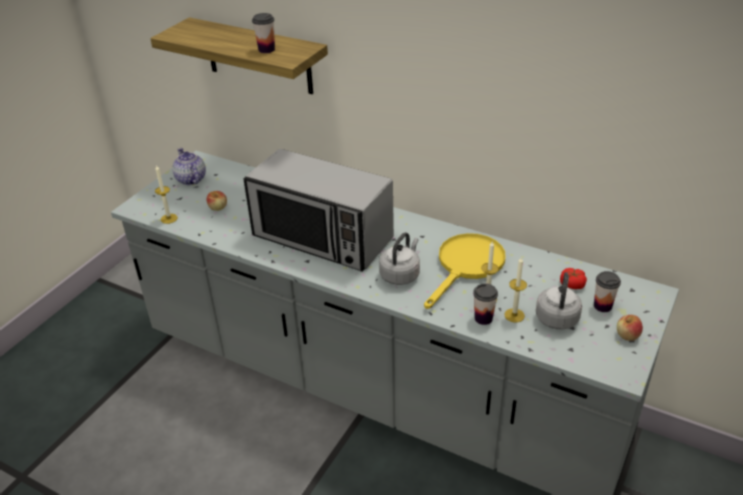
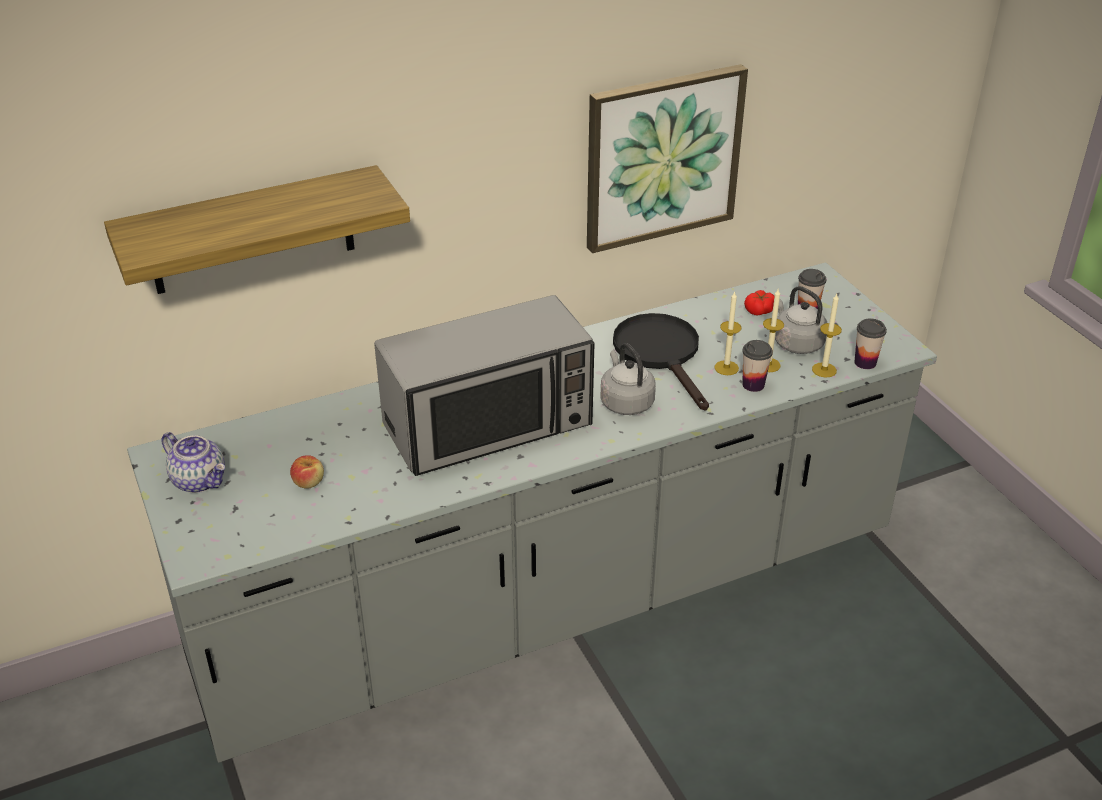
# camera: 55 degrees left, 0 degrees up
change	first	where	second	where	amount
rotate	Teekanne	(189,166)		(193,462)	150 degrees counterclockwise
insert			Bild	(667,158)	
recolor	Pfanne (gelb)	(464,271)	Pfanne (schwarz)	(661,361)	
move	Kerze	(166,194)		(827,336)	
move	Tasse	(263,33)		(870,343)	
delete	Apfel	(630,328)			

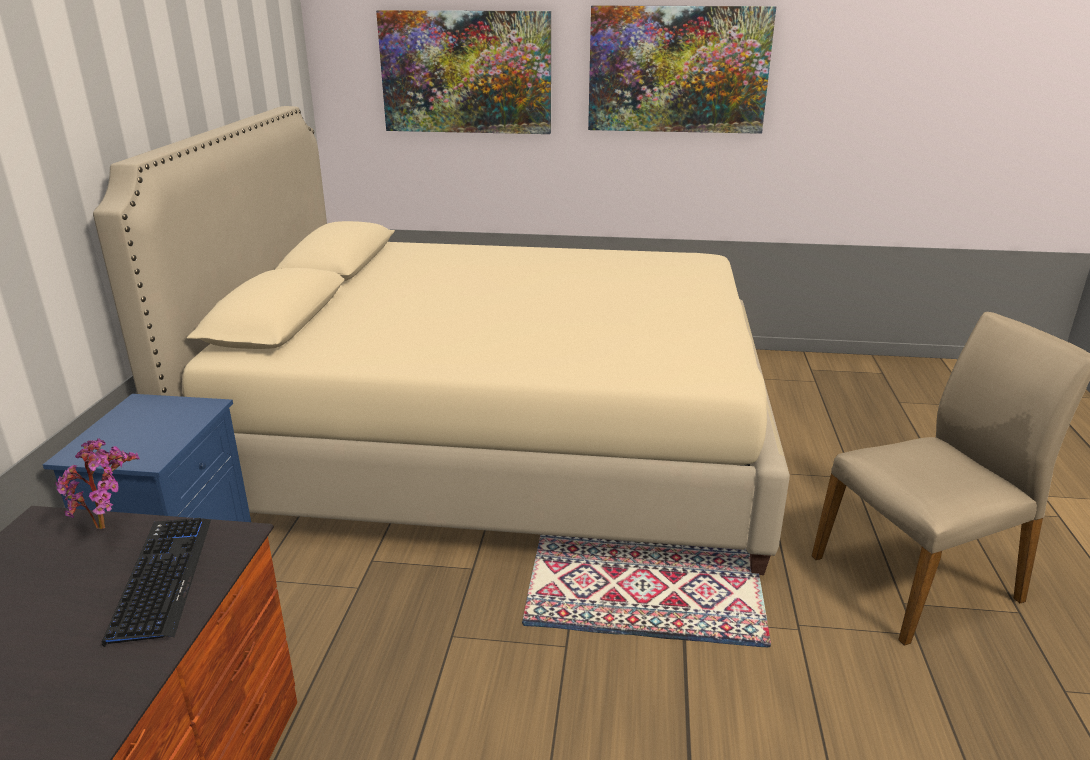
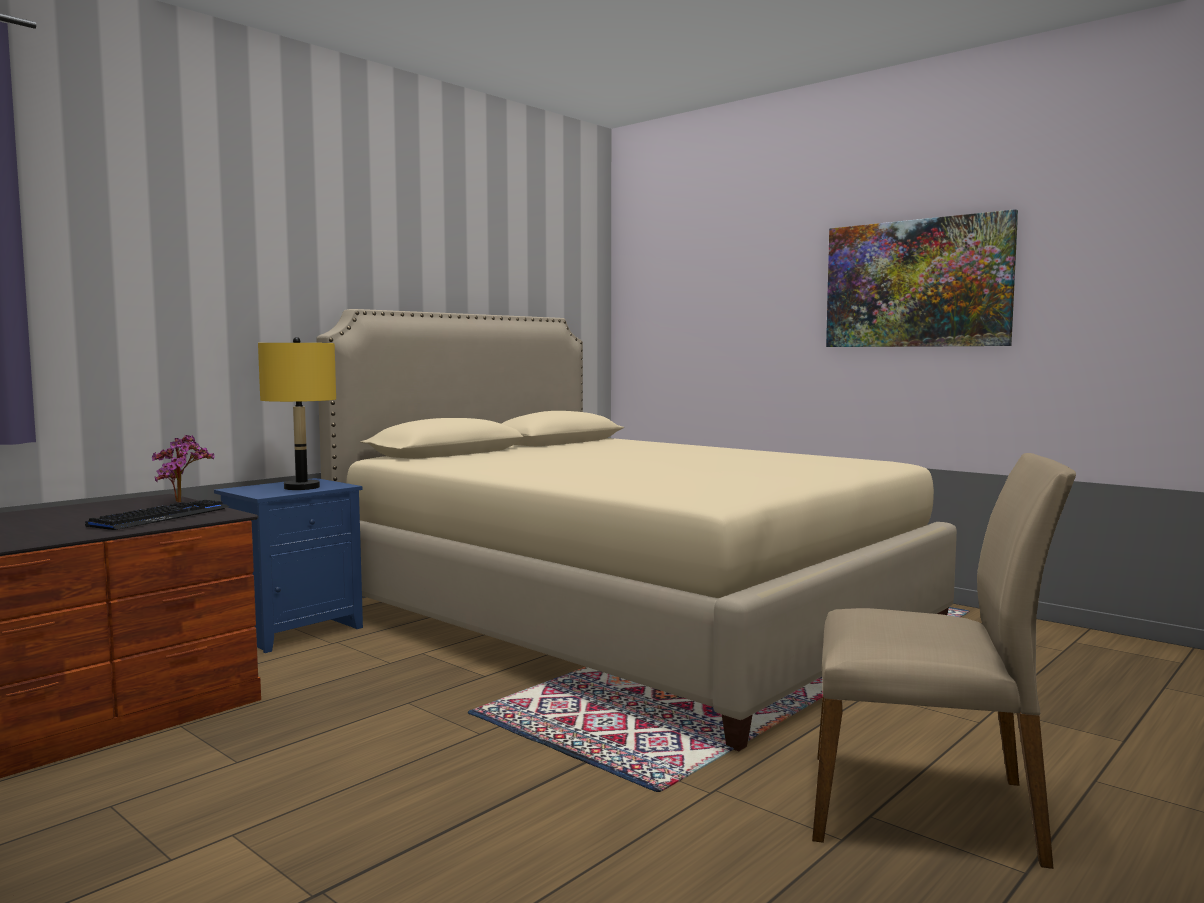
# camera: 35 degrees right, 20 degrees down
change	first	where	second	where	amount
insert			Tischlampe (gelb)	(297,413)	
delete	Bild	(463,72)			

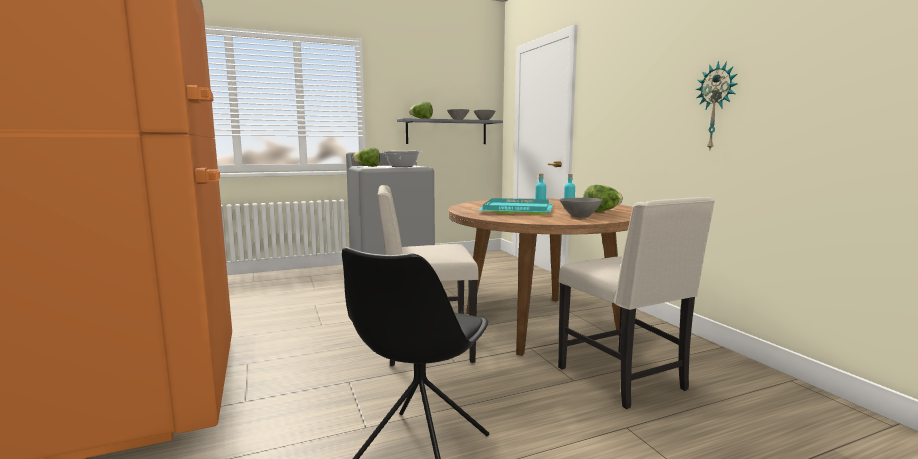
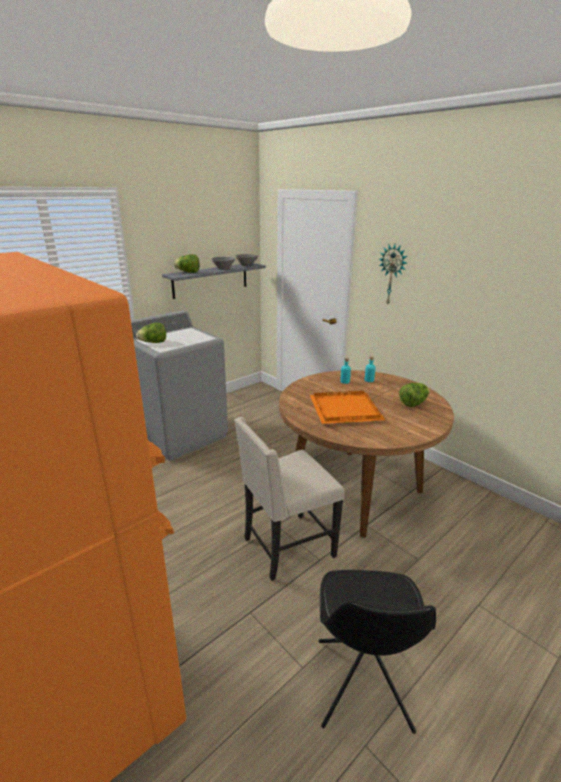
# camera: 20 degrees left, 15 degrees up
change	first	where	second	where	amount
recolor	Tablett (türkis)	(516,206)	Tablett (orange)	(347,407)	
move	Wanduhr	(716,105)		(393,275)	
delete	Kochtopf	(401,159)			
delete	Stuhl (beige)	(636,303)			
delete	Schüssel (grau)	(581,207)			

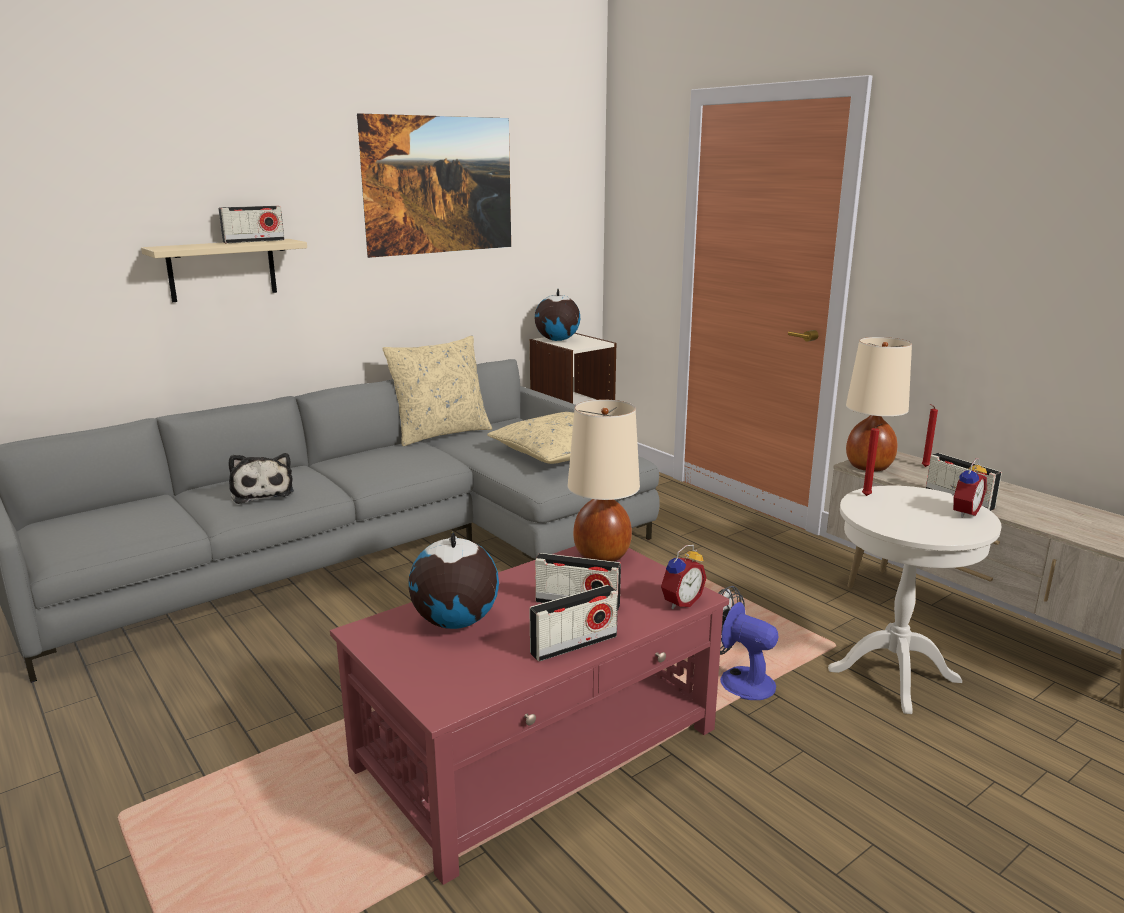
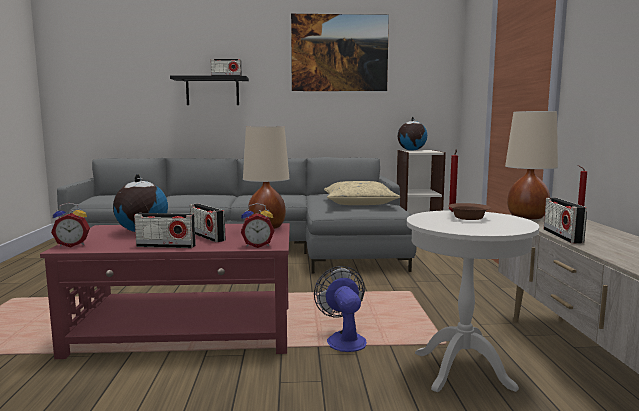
# camera: 35 degrees right, 10 degrees down
change	first	where	second	where	amount
move	Wecker	(969,488)		(70,225)	
recolor	Wandregal (beige)	(224,270)	Wandregal (schwarz)	(209,90)	
insert			Schüssel (braun)	(469,211)	
delete	Plüschtier	(261,478)			
delete	Kissen (beige)	(437,390)			

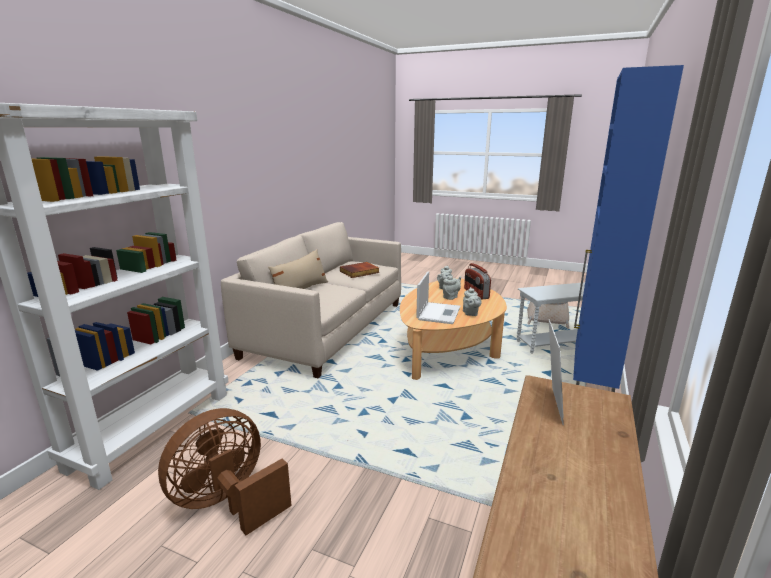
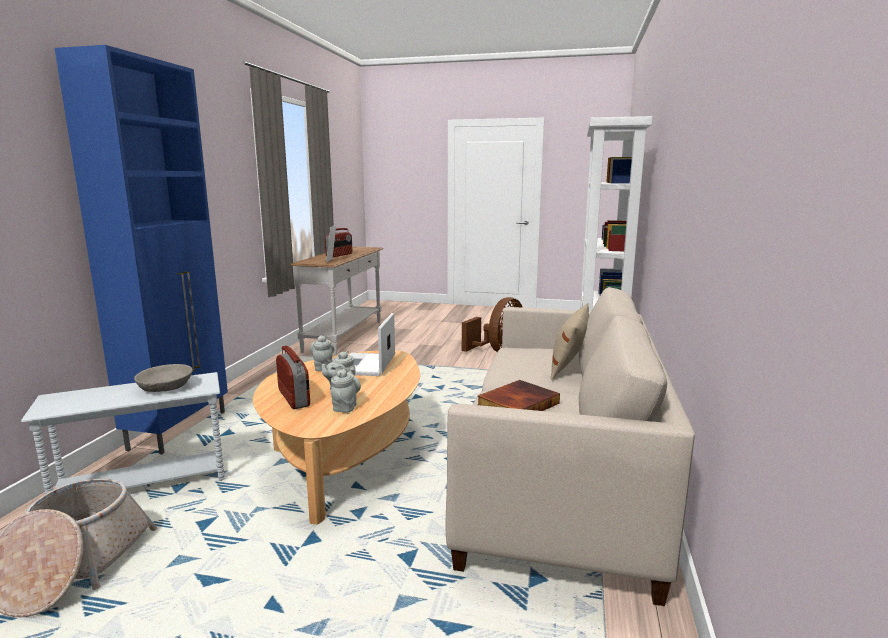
# camera: 170 degrees right, 5 degrees down
change	first	where	second	where	amount
insert			Schüssel (grau)	(163,378)	
insert			Radio	(338,242)	

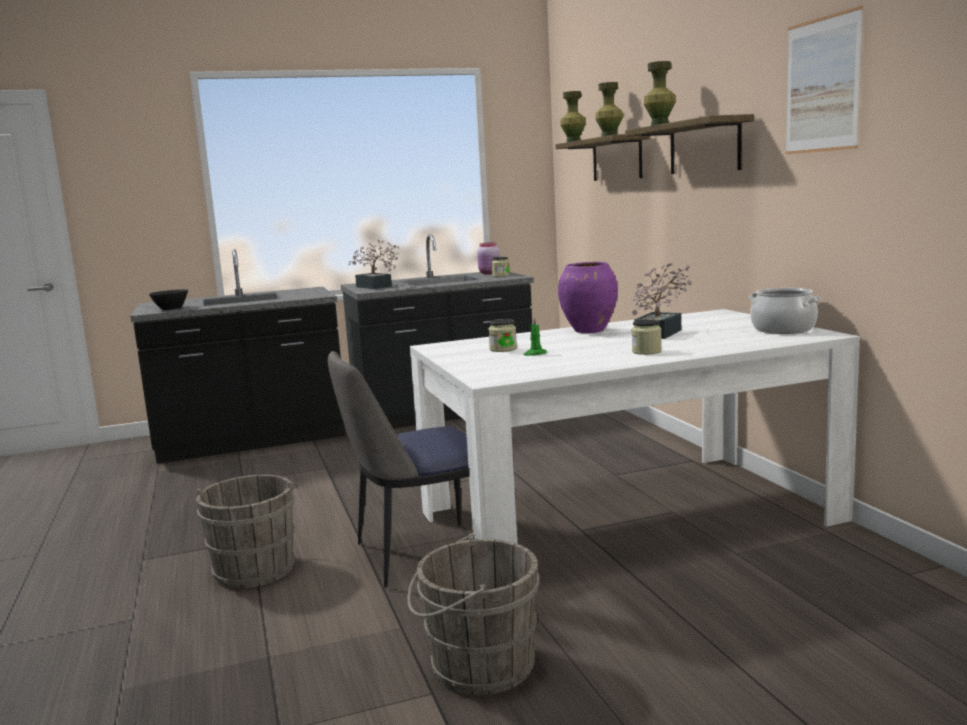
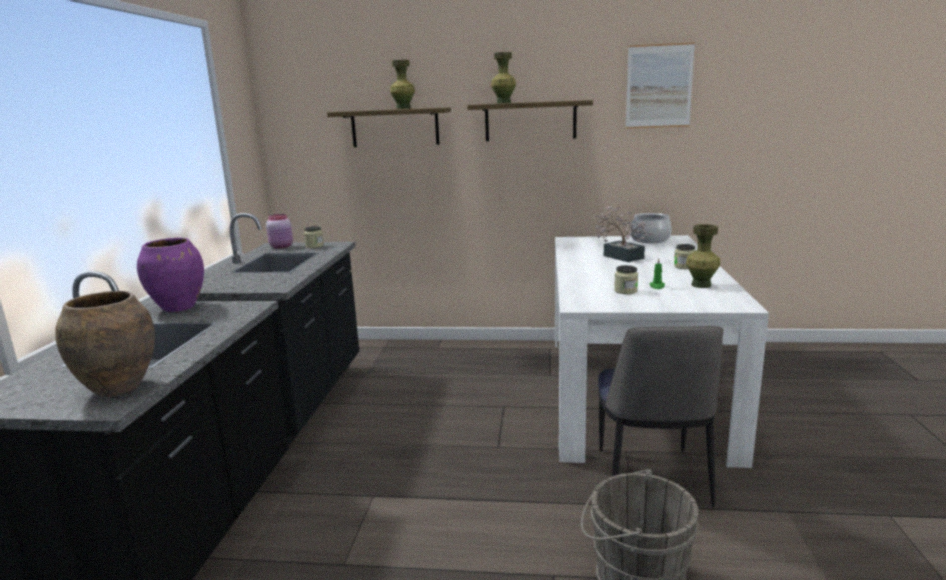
# camera: 65 degrees left, 5 degrees up
change	first	where	second	where	amount
replace	Schüssel (schwarz)	(168,299)	Vase (braun)	(105,344)	
move	Vase (lila)	(588,297)		(170,275)	
move	Vase (grün)	(573,116)		(703,256)	
delete	Topfpflanze	(373,264)			
delete	Eimer (grau)	(473,614)			

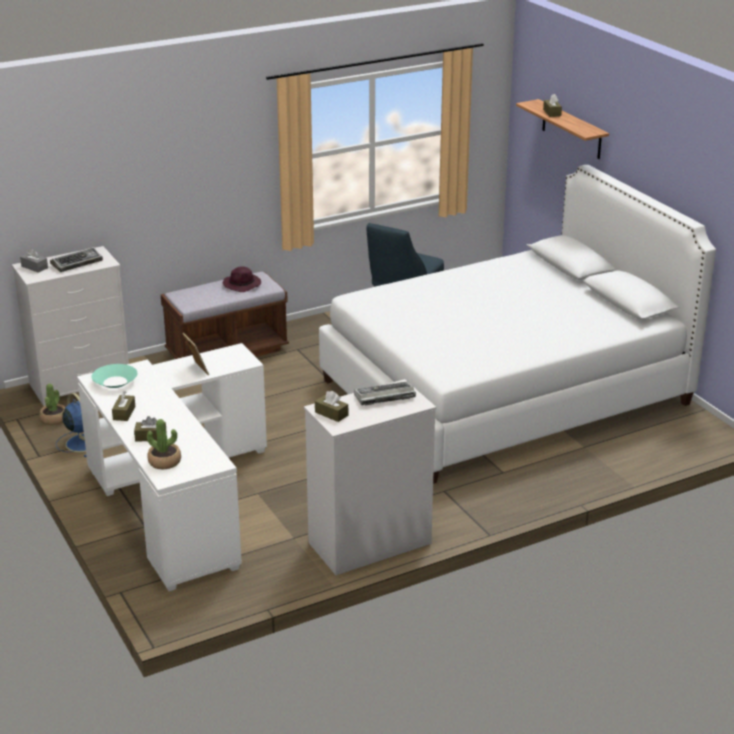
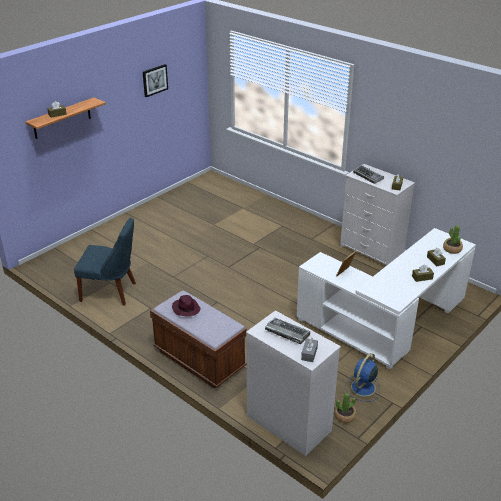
# camera: 110 degrees left, 5 degrees up
change	first	where	second	where	amount
insert			Bild	(155,80)	
delete	Schüssel (türkis)	(114,376)			
delete	Bett (weiß)	(517,324)			

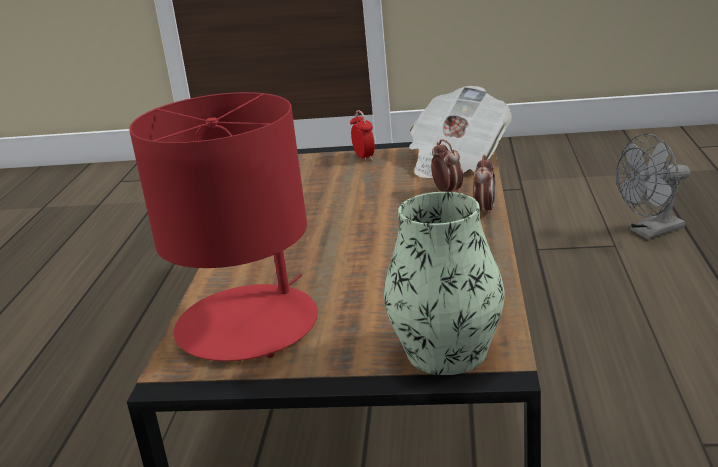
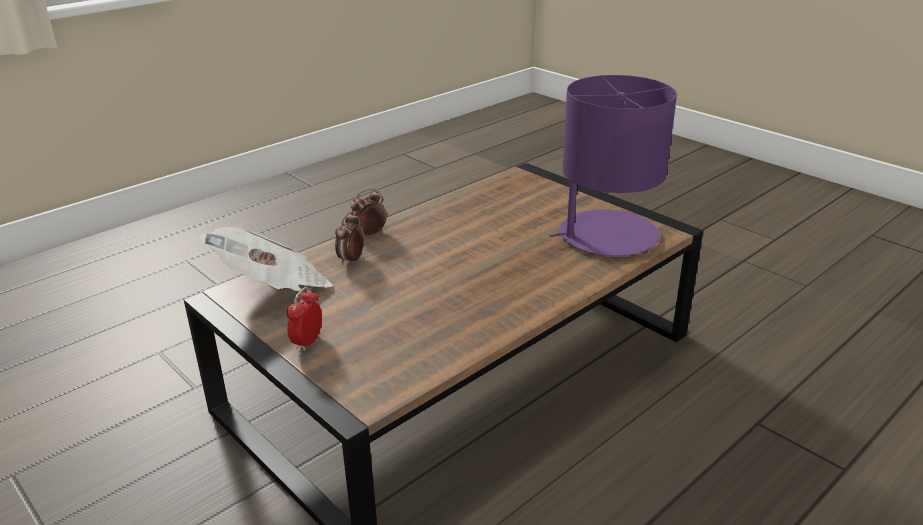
# camera: 140 degrees left, 5 degrees up
change	first	where	second	where	amount
recolor	Tischlampe (rot)	(223,226)	Tischlampe (lila)	(613,165)	
delete	Vase	(444,283)			
delete	Ventilator (grau)	(653,186)			

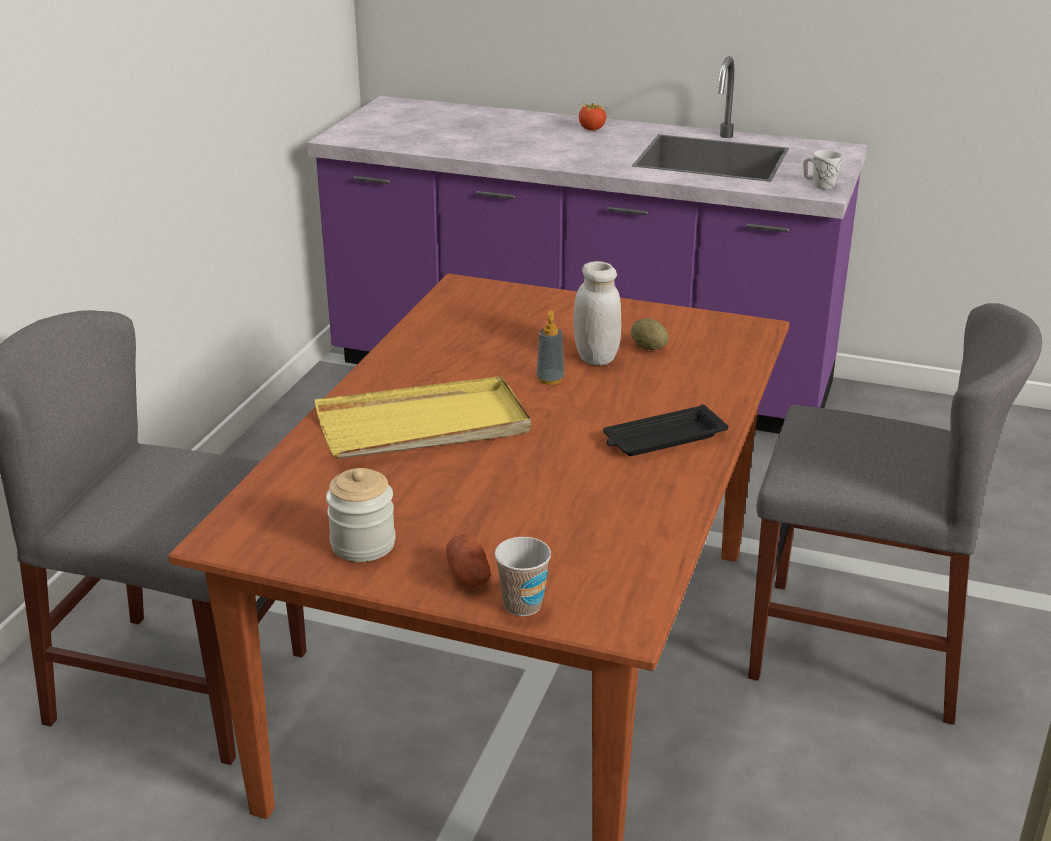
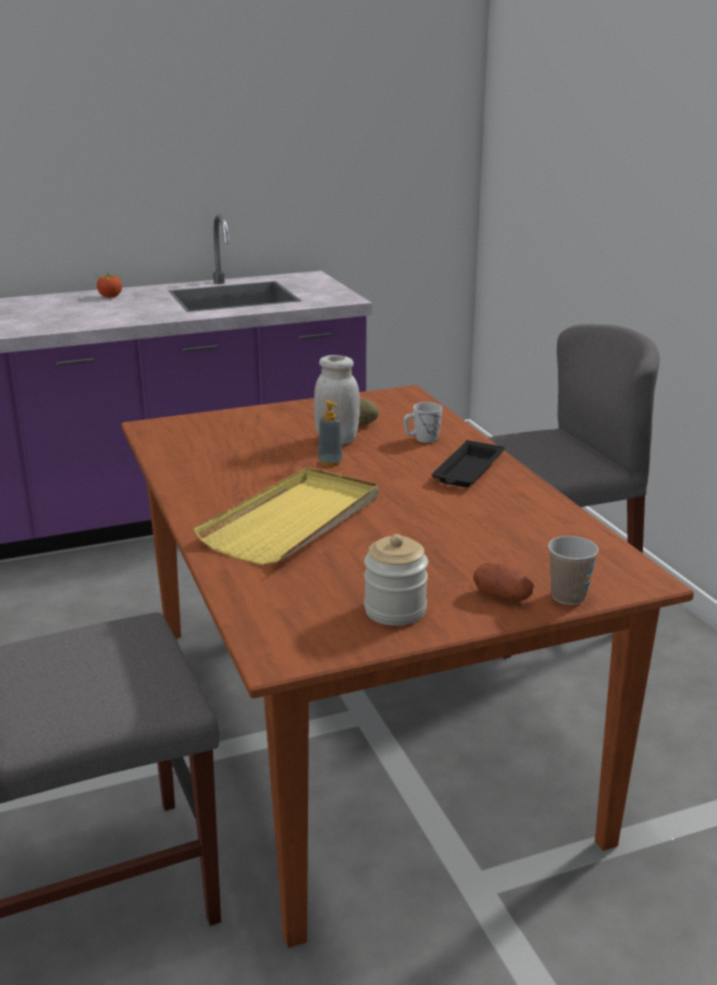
# camera: 40 degrees left, 5 degrees down
change	first	where	second	where	amount
move	Henkelbecher (weiß)	(822,169)		(422,422)	

